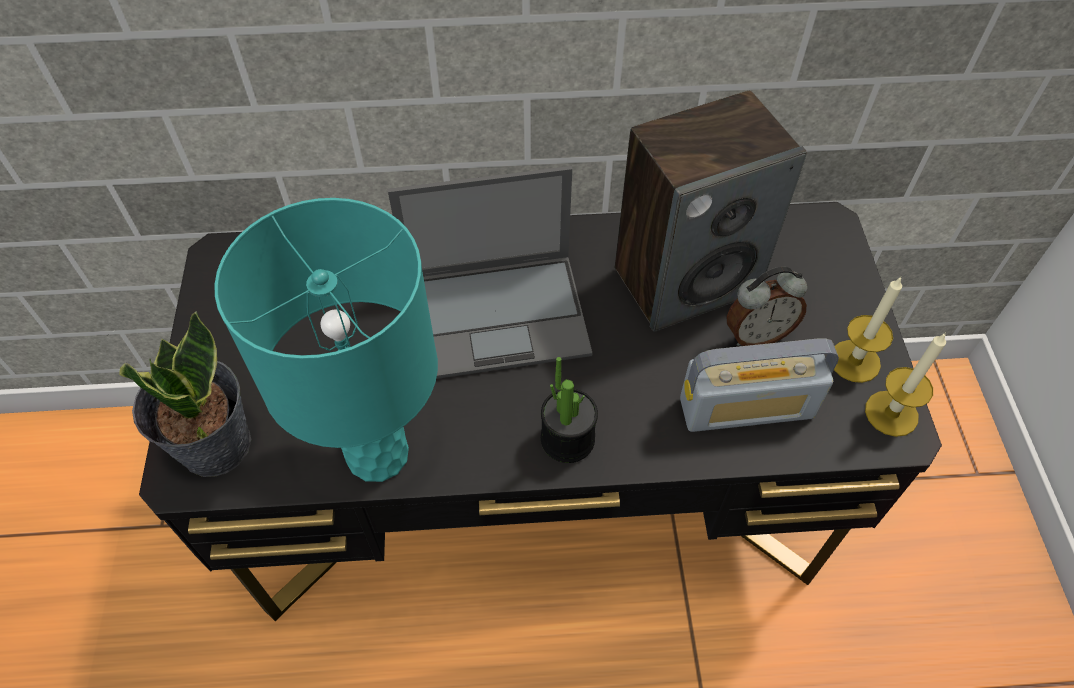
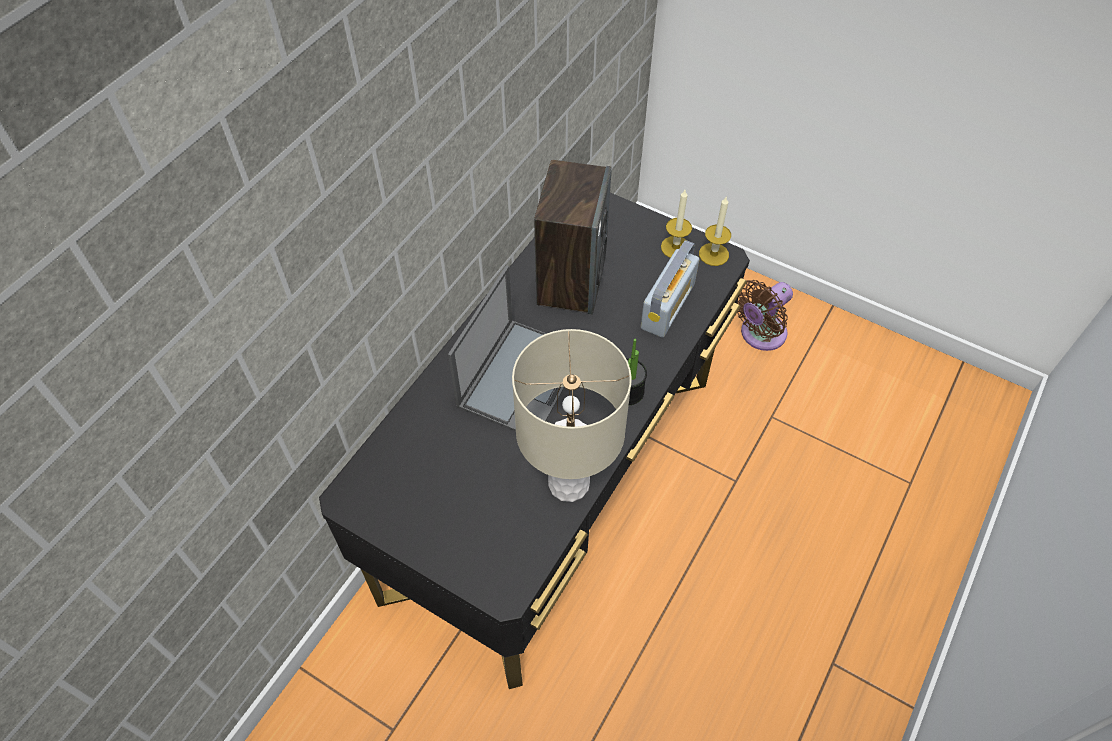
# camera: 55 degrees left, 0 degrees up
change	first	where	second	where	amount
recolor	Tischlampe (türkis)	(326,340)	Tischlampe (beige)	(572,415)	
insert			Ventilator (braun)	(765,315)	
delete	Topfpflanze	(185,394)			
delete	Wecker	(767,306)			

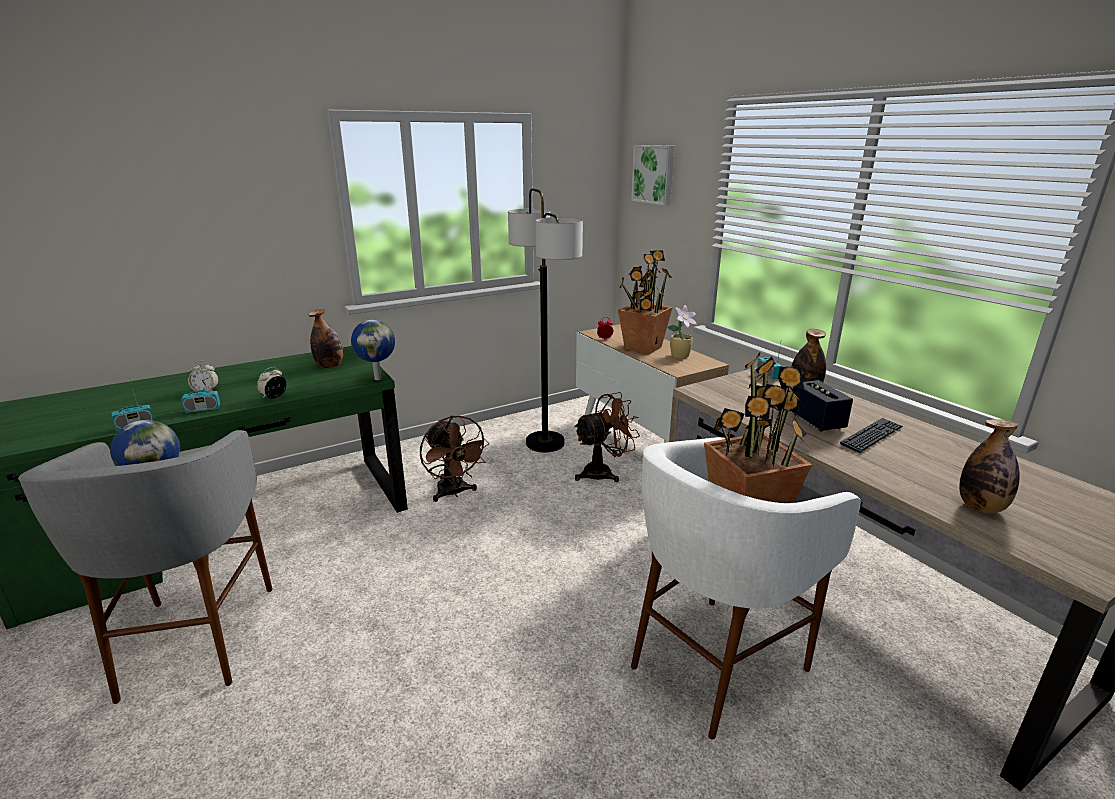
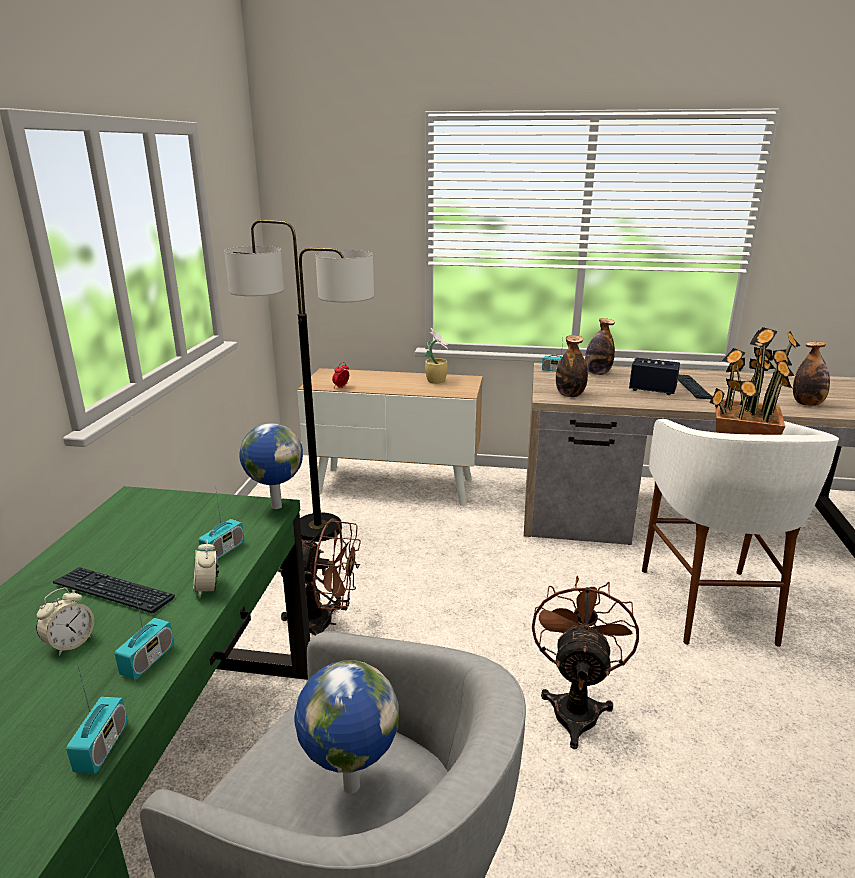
# camera: 50 degrees left, 0 degrees up
change	first	where	second	where	amount
insert			Tastatur	(114,590)	
insert			Radio	(221,525)	
move	Ventilator (braun)	(607,437)		(585,662)	
move	Flasche	(325,338)		(572,366)	
delete	Topfpflanze	(645,302)			
delete	Bild	(652,175)			

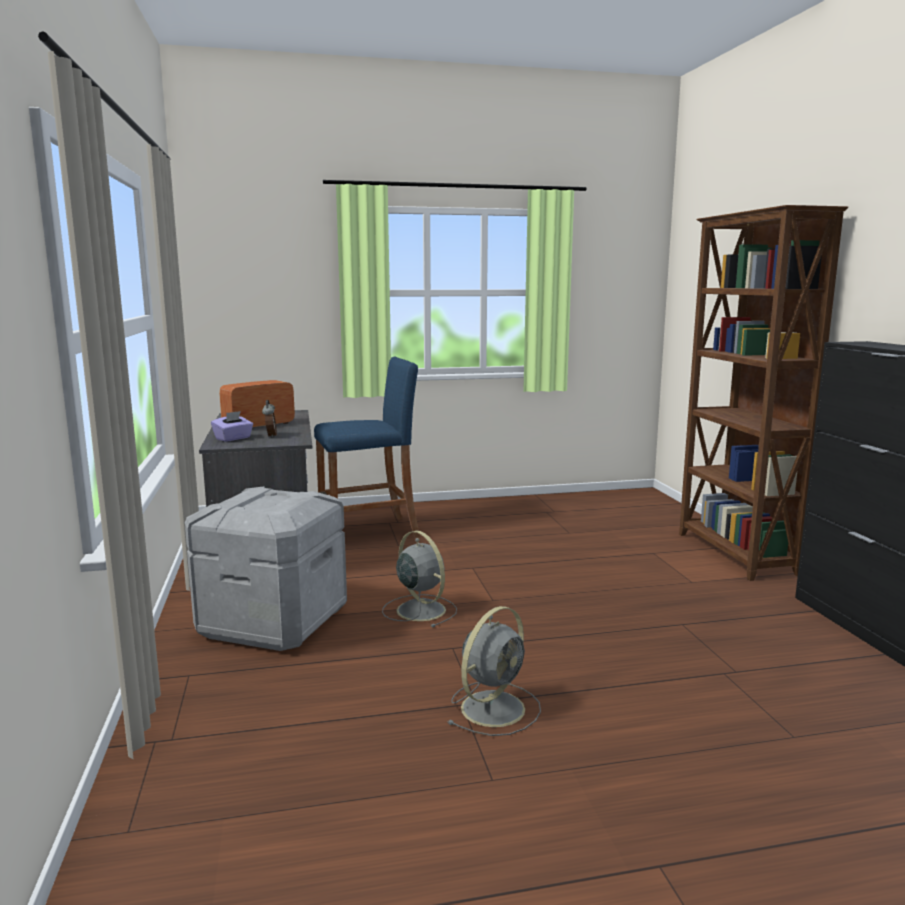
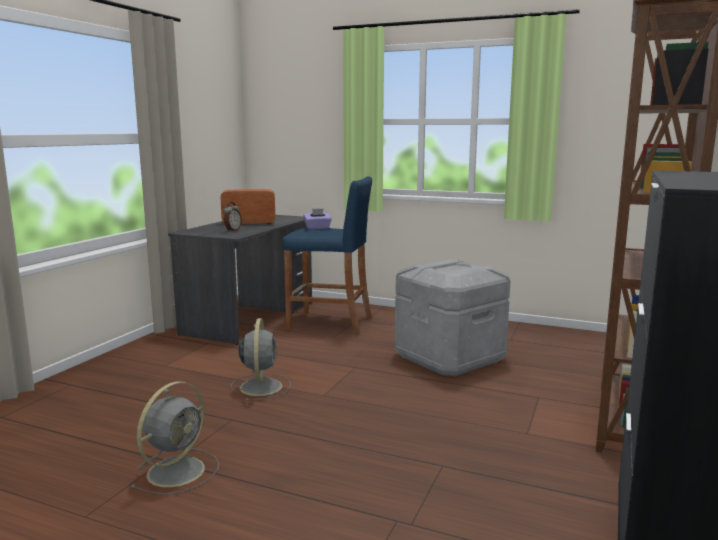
# camera: 35 degrees right, 0 degrees up
change	first	where	second	where	amount
rotate	Ventilator (grau)	(494,671)		(174,438)	45 degrees counterclockwise
move	Taschentuchbox (lila)	(232,426)		(317,219)	
move	Aufbewahrungsbox (grau)	(266,568)		(452,317)	

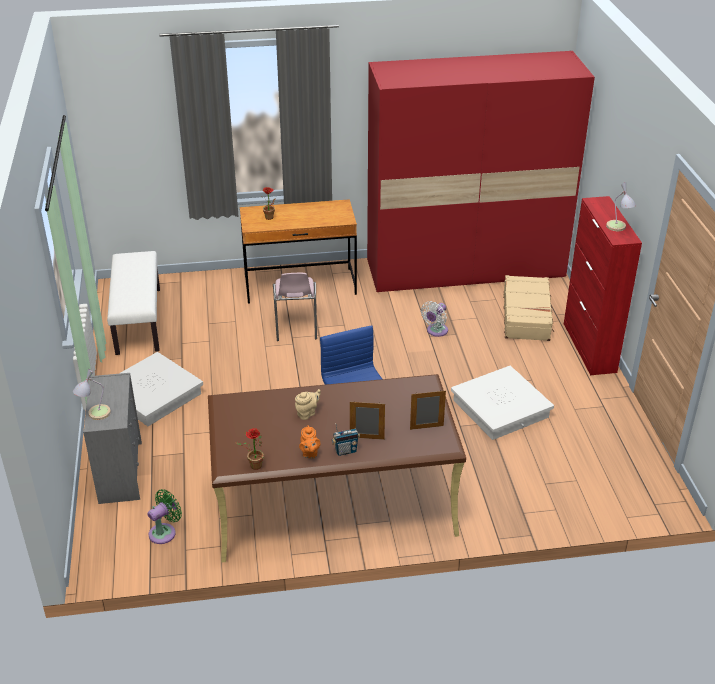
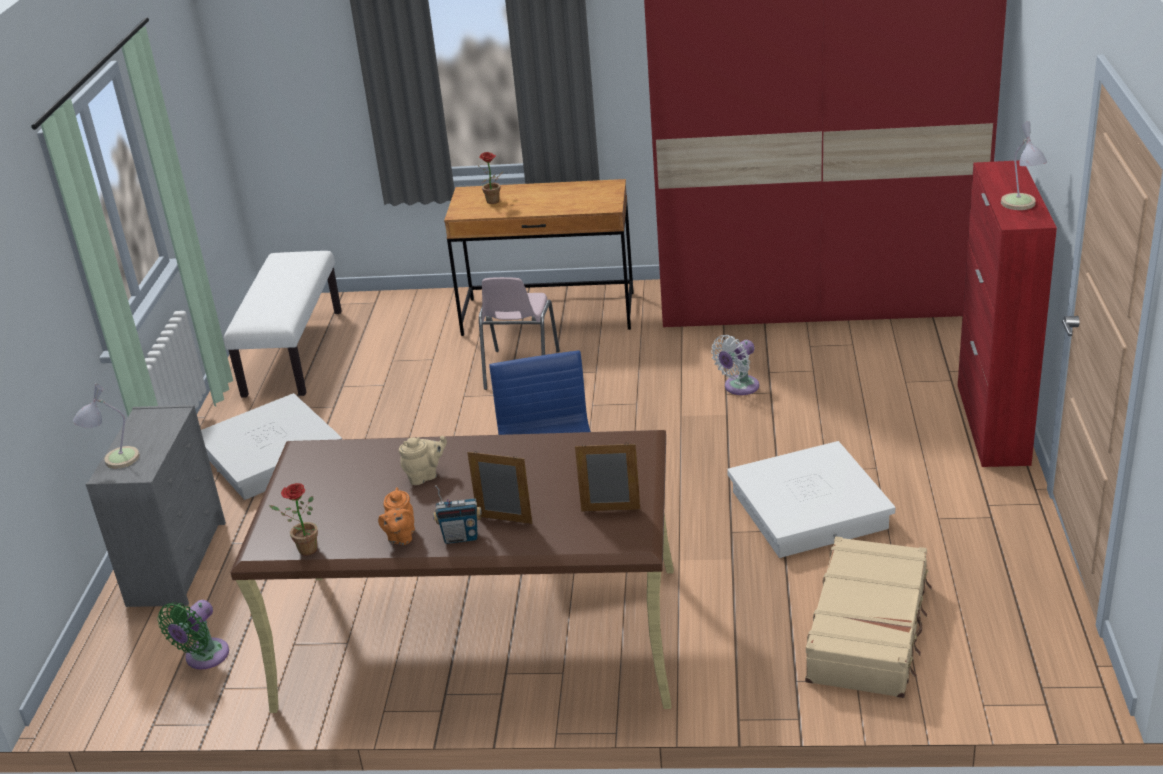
# camera: 15 degrees right, 5 degrees down
change	first	where	second	where	amount
rotate	Ventilator (grün)	(165,516)		(193,634)	150 degrees clockwise
move	Koffer (beige)	(528,308)		(868,617)	

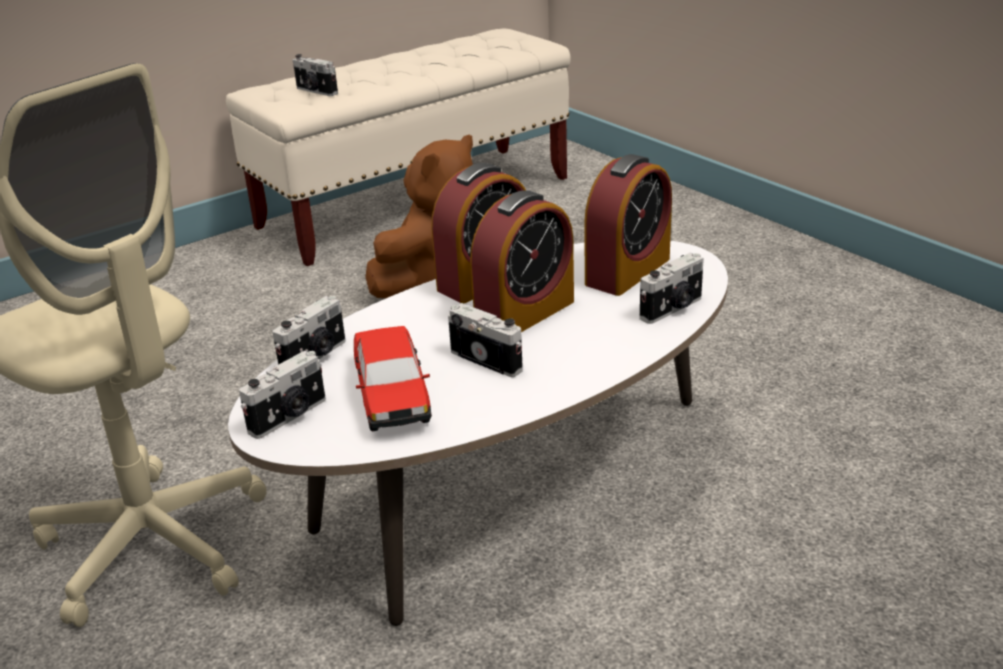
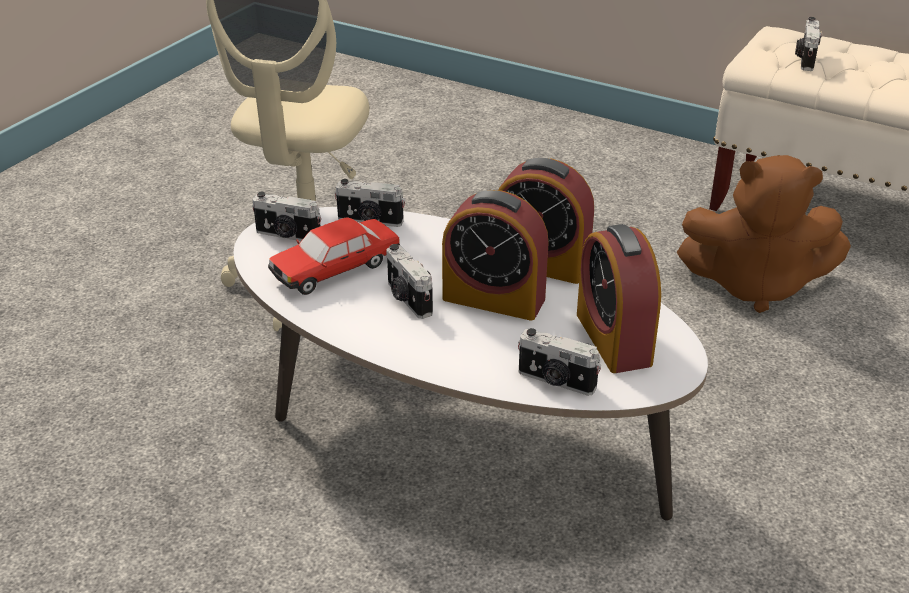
# camera: 65 degrees right, 5 degrees up
change	first	where	second	where	amount
rotate	Kamera	(485,340)		(409,281)	135 degrees clockwise
rotate	Wecker	(628,225)		(619,298)	60 degrees clockwise

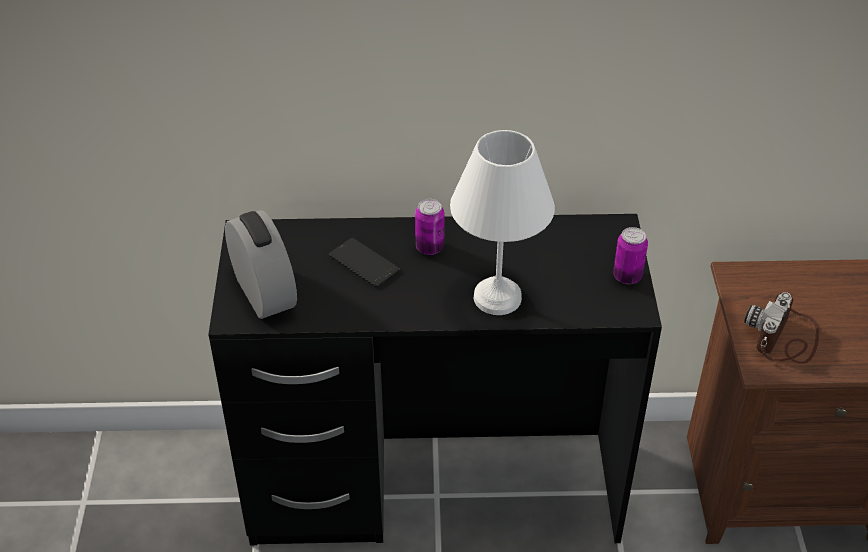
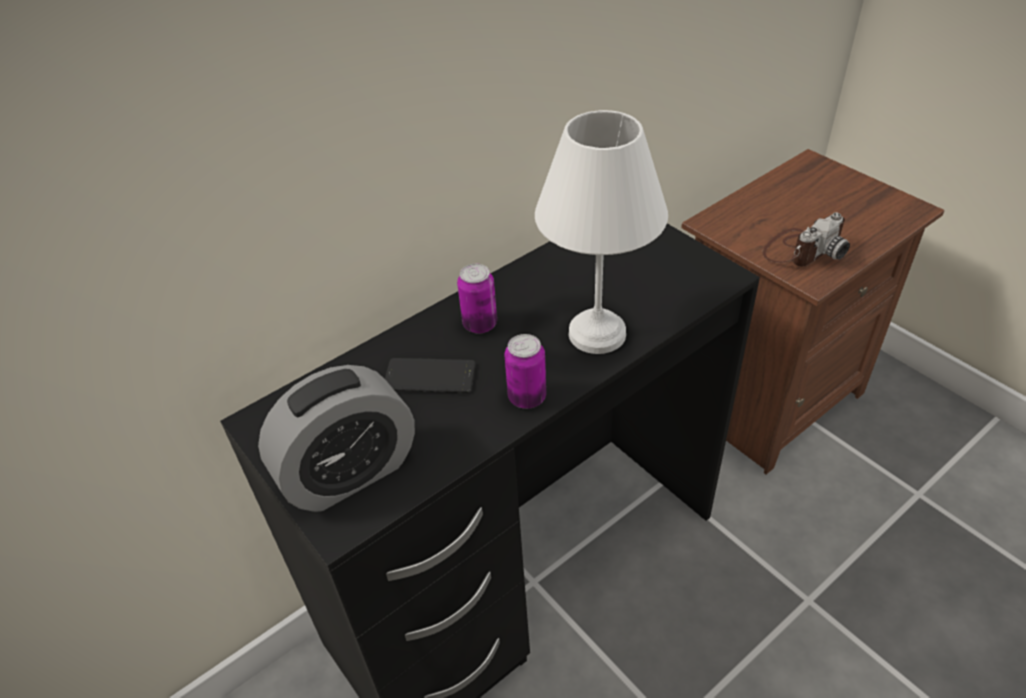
# camera: 35 degrees left, 0 degrees up
change	first	where	second	where	amount
rotate	Wecker	(261,265)		(336,438)	120 degrees clockwise
move	Dose	(630,255)		(525,371)	
rotate	Kamera	(781,328)		(806,239)	120 degrees counterclockwise

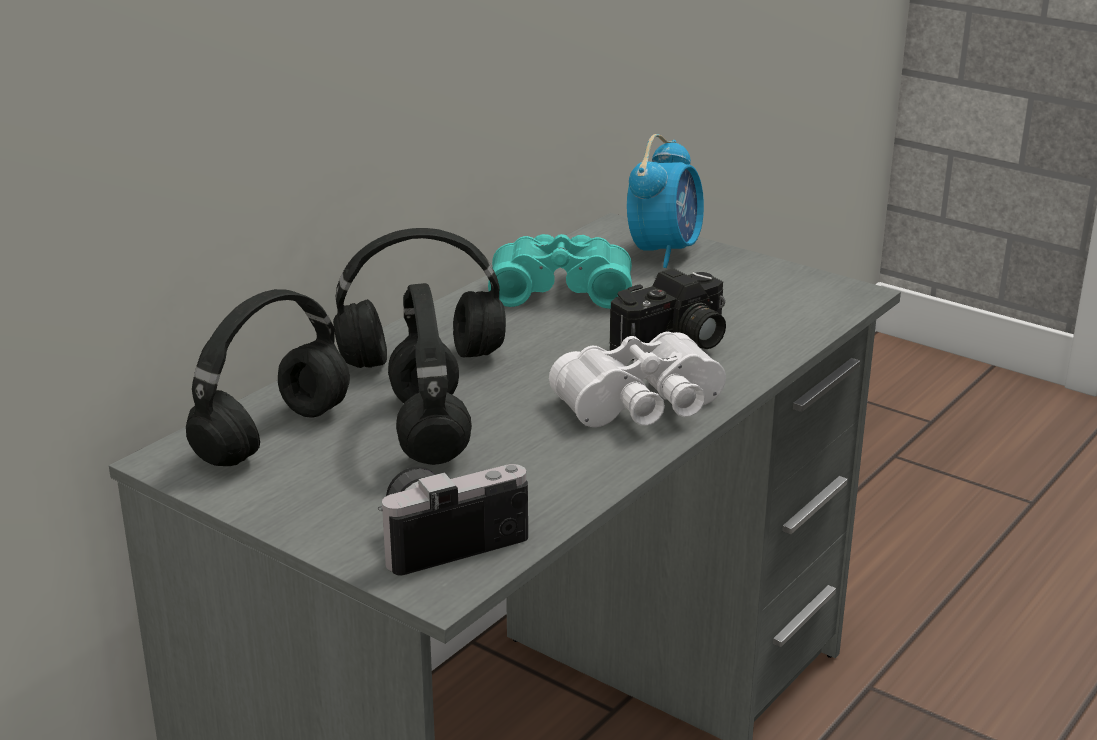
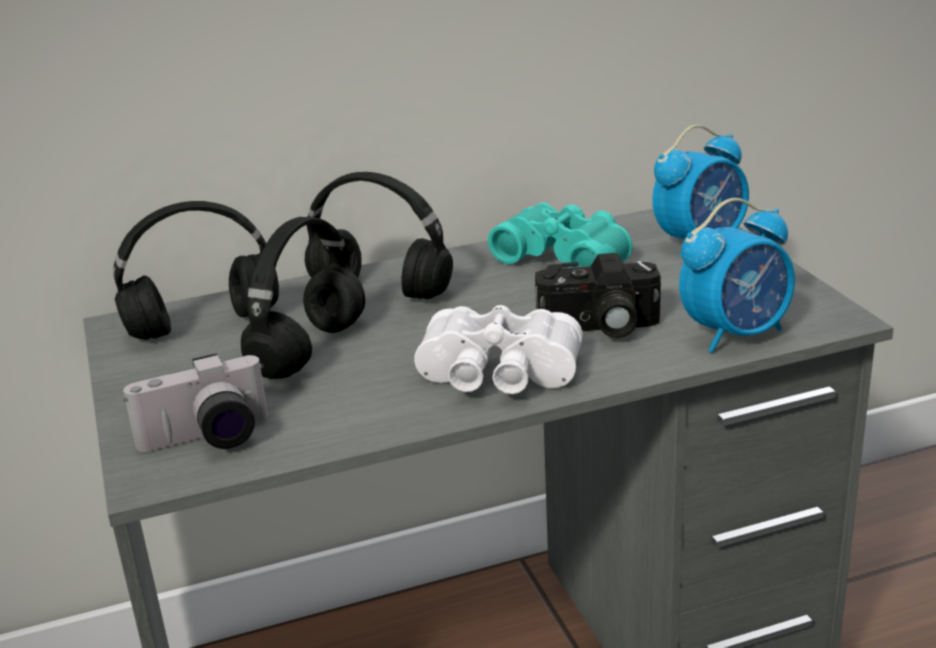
# camera: 35 degrees right, 0 degrees up
change	first	where	second	where	amount
rotate	Kamera	(453,520)		(195,402)	150 degrees clockwise
insert			Wecker	(737,275)	

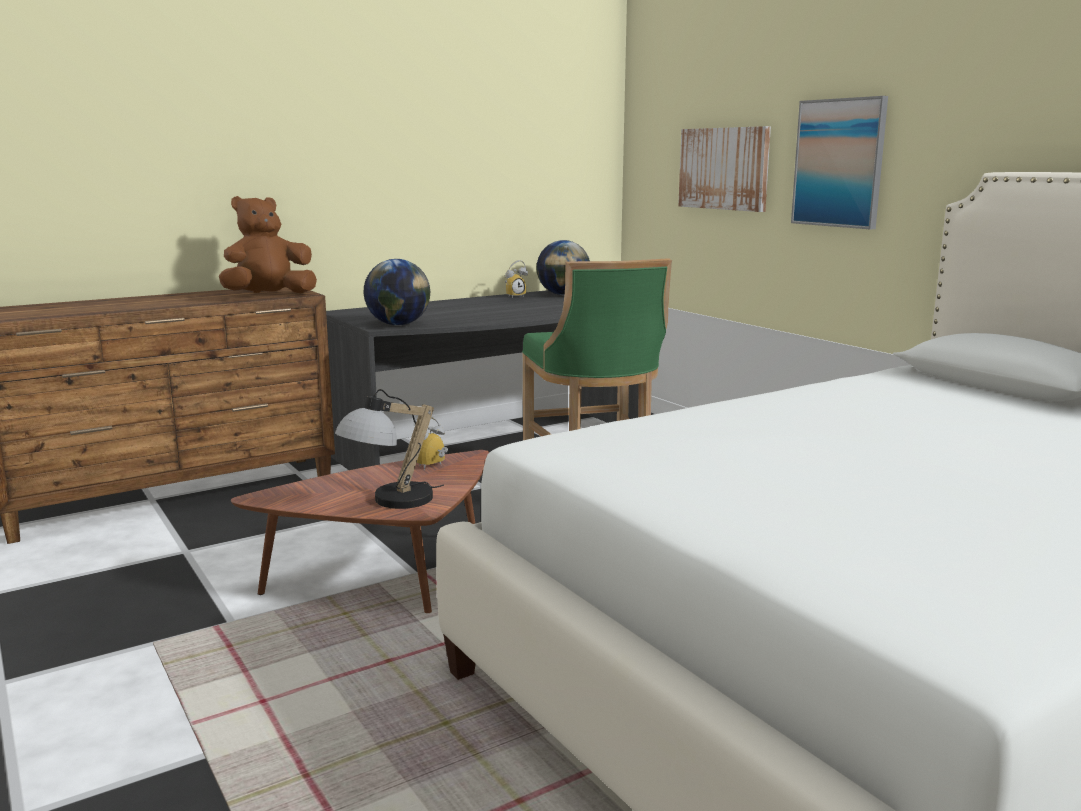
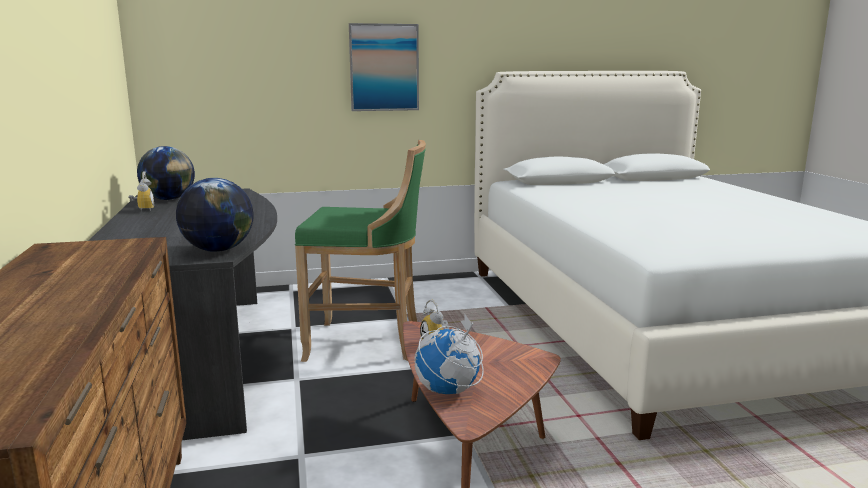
# camera: 70 degrees left, 0 degrees up
change	first	where	second	where	amount
insert			Globus	(449,354)	
delete	Plüschtier (braun)	(268,244)			
delete	Tischlampe	(389,449)			
delete	Bild	(724,169)			

